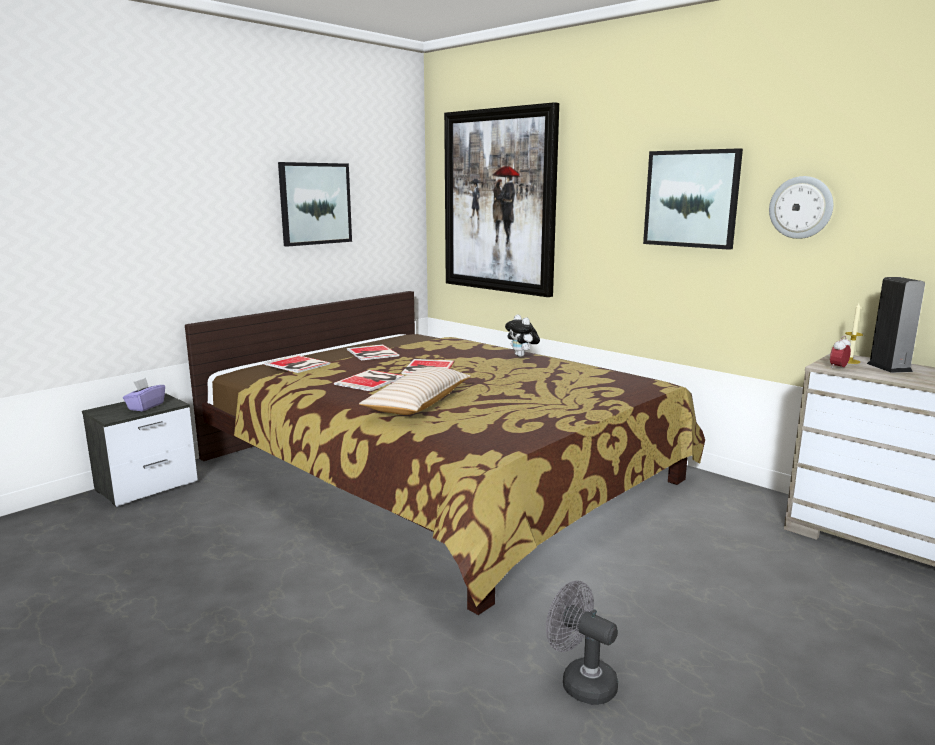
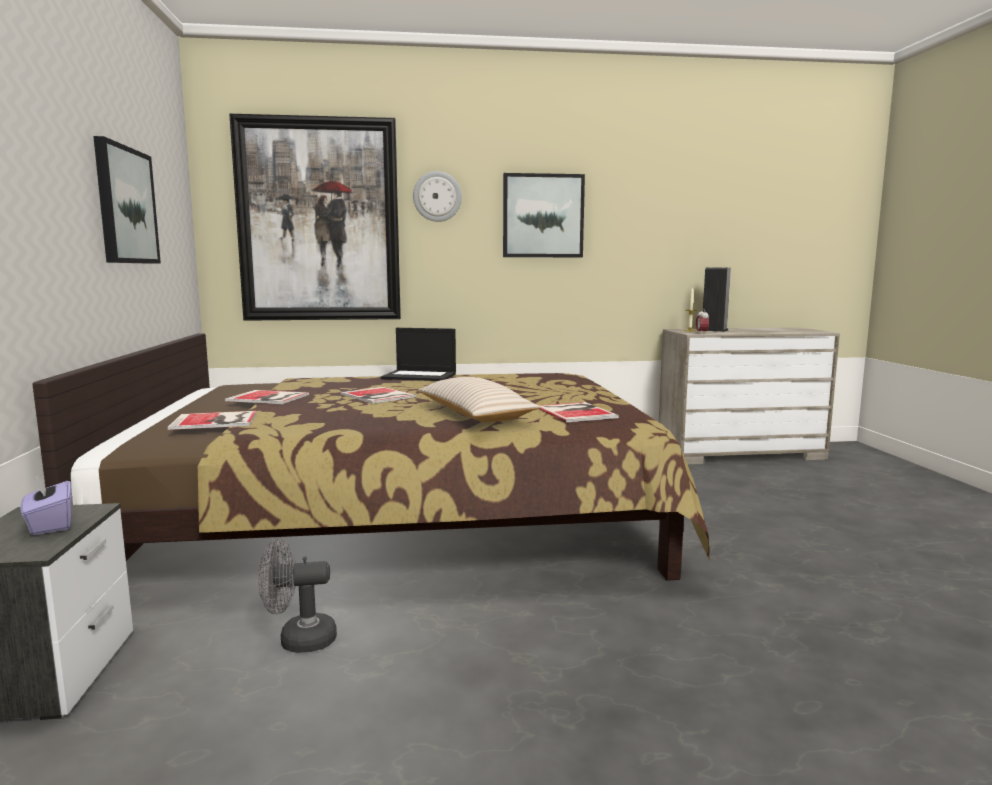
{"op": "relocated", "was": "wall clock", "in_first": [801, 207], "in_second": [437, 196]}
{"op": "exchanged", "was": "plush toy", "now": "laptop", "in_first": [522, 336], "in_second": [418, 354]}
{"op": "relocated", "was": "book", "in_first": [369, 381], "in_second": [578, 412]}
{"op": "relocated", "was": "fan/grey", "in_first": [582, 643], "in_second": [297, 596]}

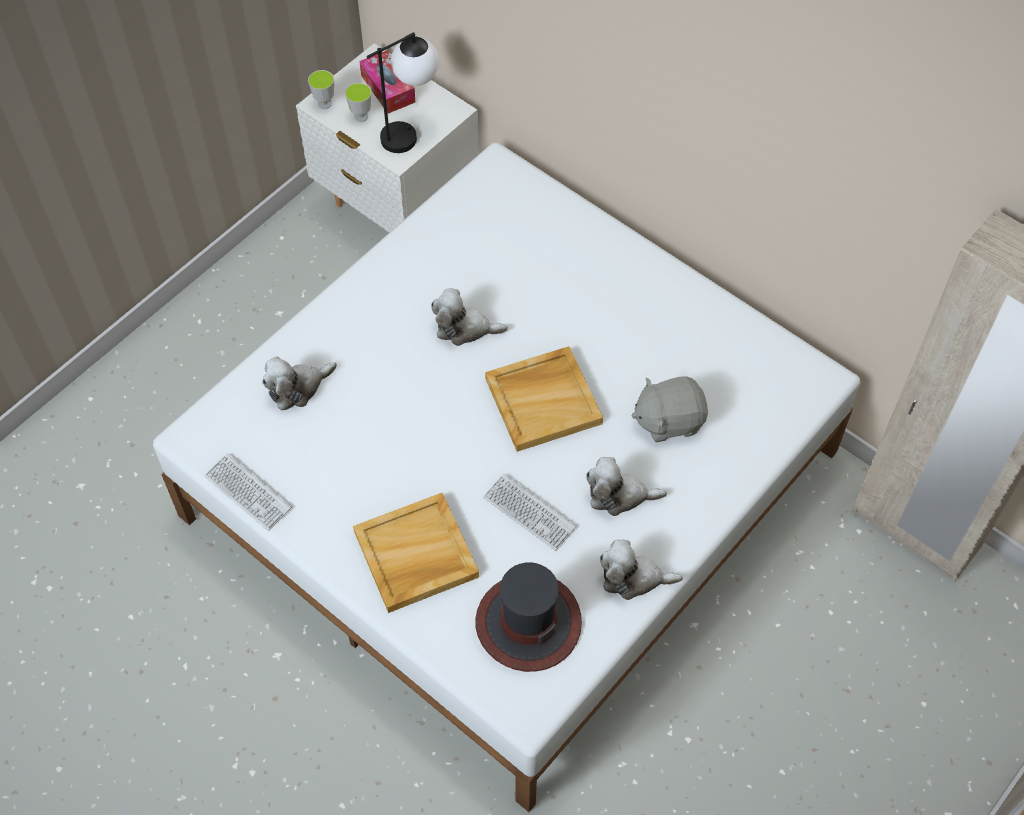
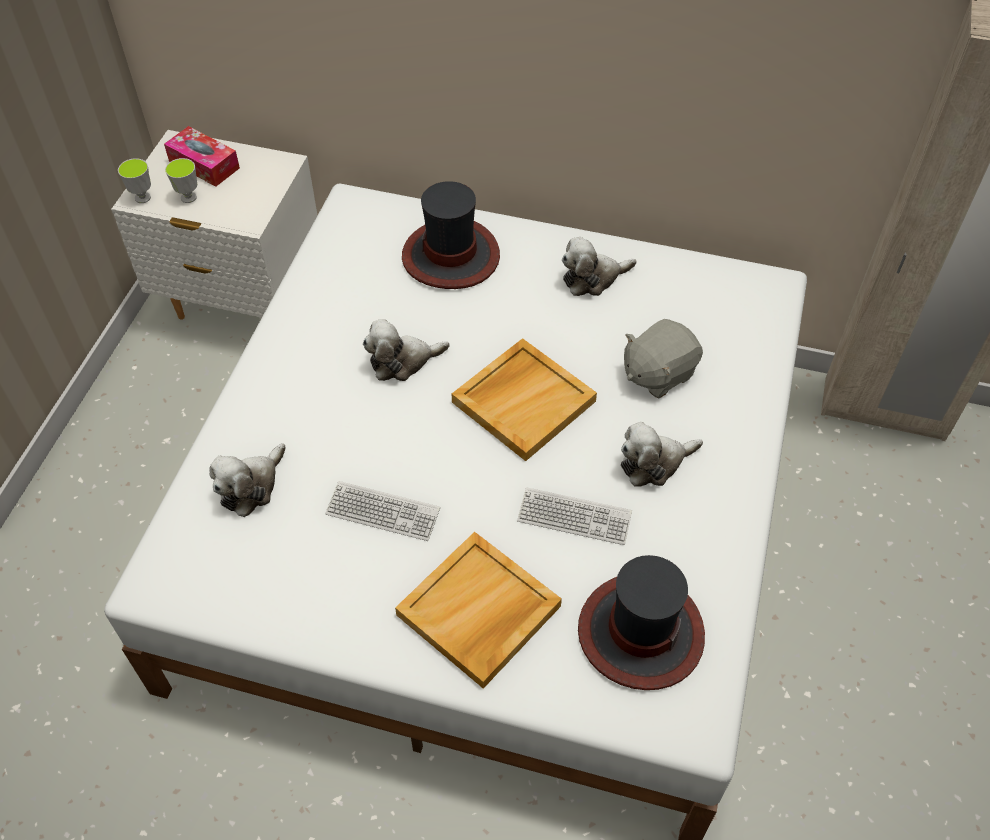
{"op": "missing", "was": "table lamp", "in_first": [403, 92]}
{"op": "relocated", "was": "keyboard", "in_first": [248, 492], "in_second": [382, 511]}
{"op": "relocated", "was": "plush toy", "in_first": [641, 570], "in_second": [599, 266]}
{"op": "appeared", "now": "hat", "in_second": [451, 235]}

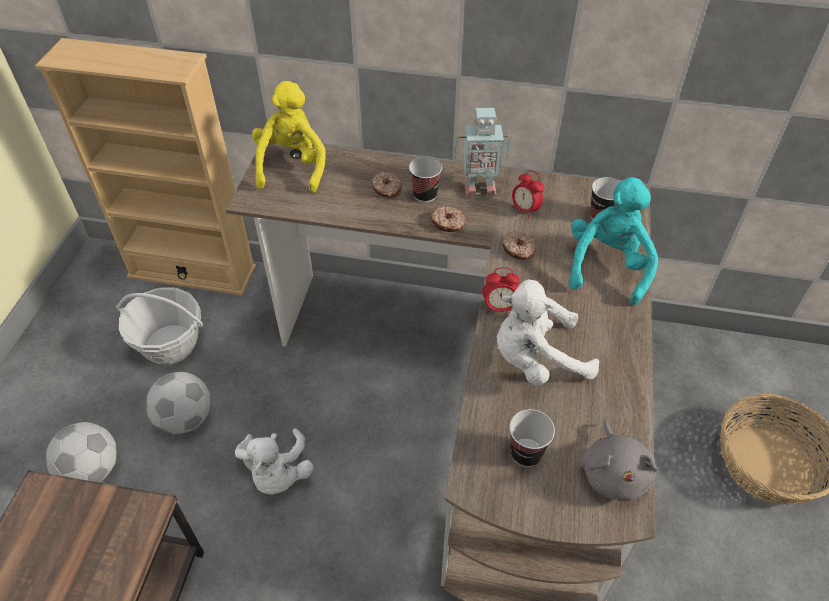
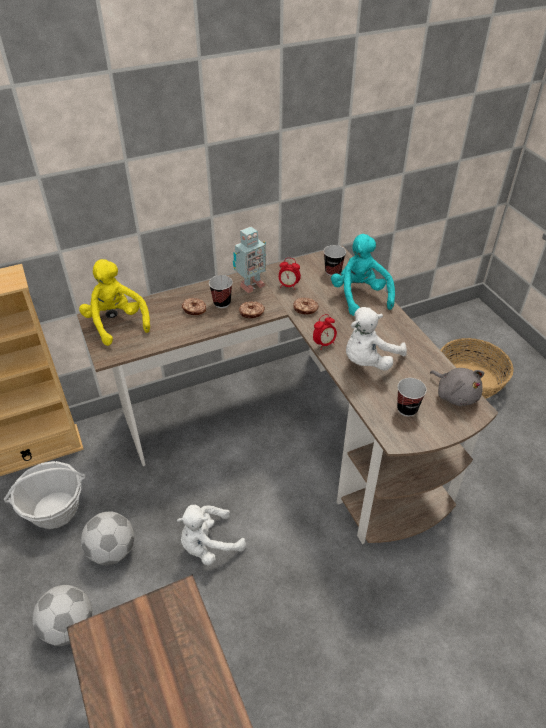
{"op": "spun", "was": "plush toy/white", "in_first": [274, 461], "in_second": [211, 535], "clockwise": 105}

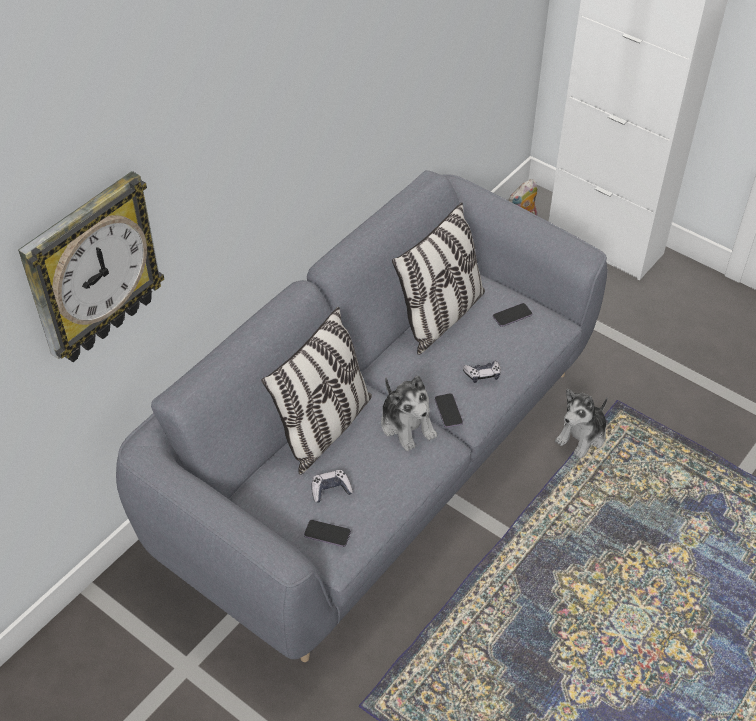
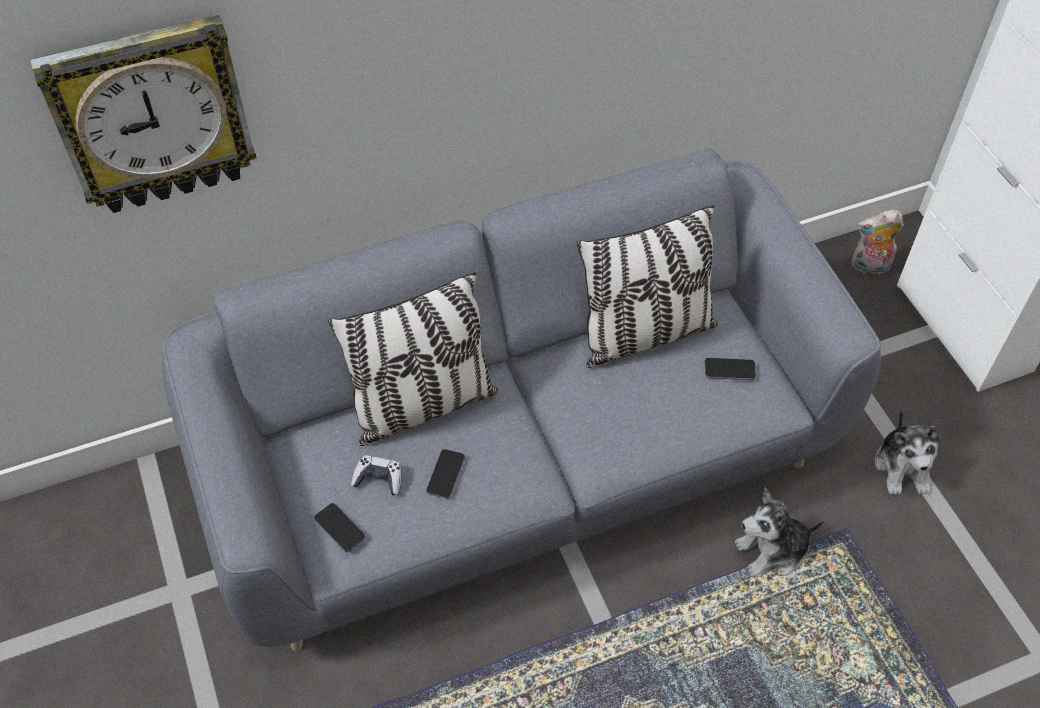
{"op": "missing", "was": "game controller", "in_first": [482, 372]}
{"op": "relocated", "was": "plush toy", "in_first": [409, 413], "in_second": [906, 452]}
{"op": "relocated", "was": "phone", "in_first": [449, 410], "in_second": [445, 474]}

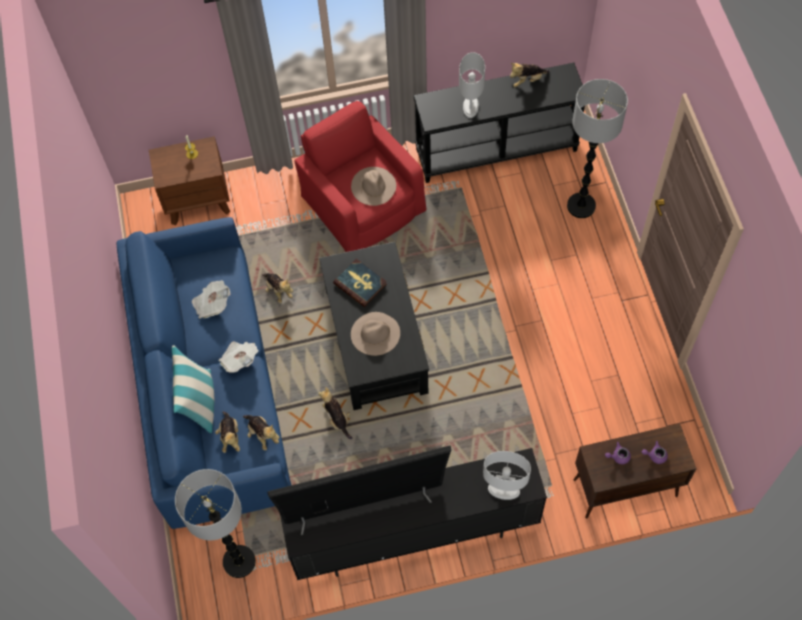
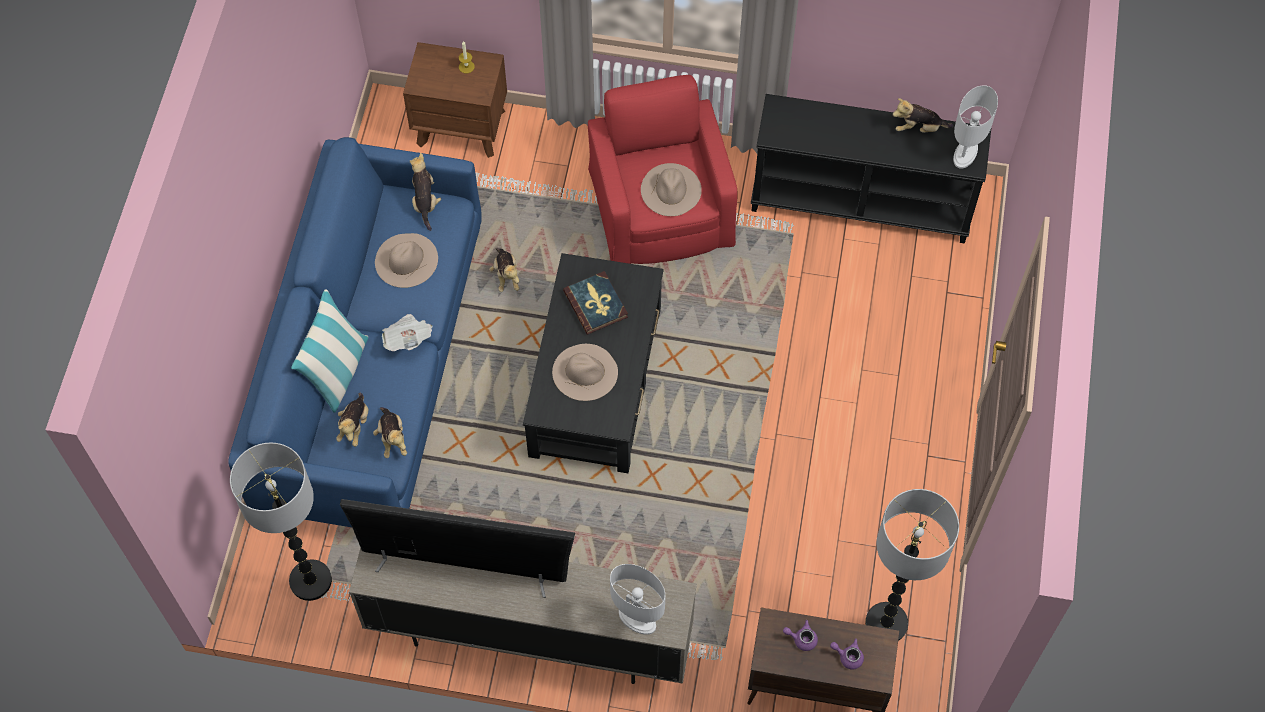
{"op": "relocated", "was": "table lamp/white", "in_first": [472, 85], "in_second": [975, 127]}
{"op": "relocated", "was": "floor lamp", "in_first": [597, 148], "in_second": [912, 565]}
{"op": "exchanged", "was": "newspaper", "now": "hat/beige", "in_first": [211, 299], "in_second": [406, 260]}
{"op": "relocated", "was": "plush toy", "in_first": [335, 413], "in_second": [425, 192]}
{"op": "colour", "was": "tv stand/black", "now": "tv stand/beige", "in_first": [413, 514], "in_second": [523, 616]}

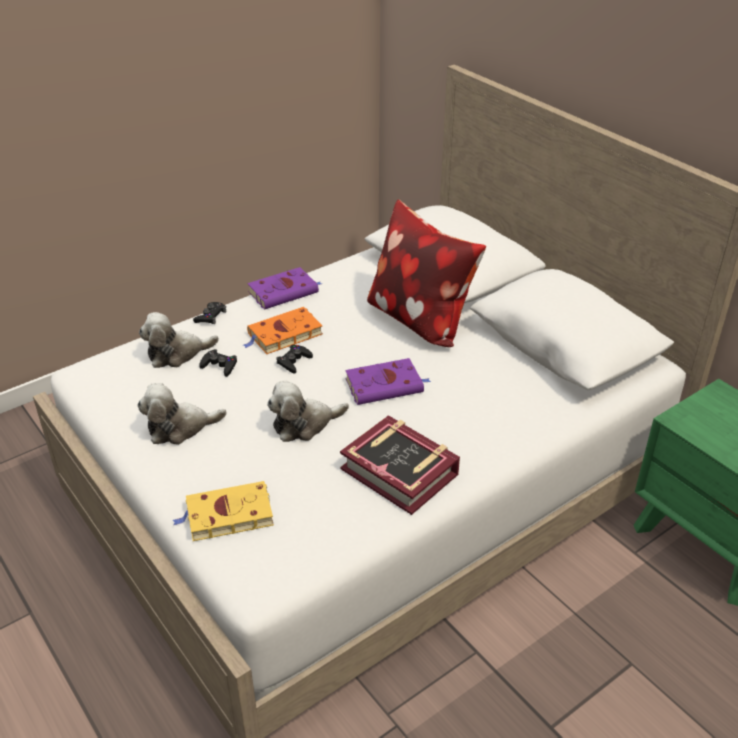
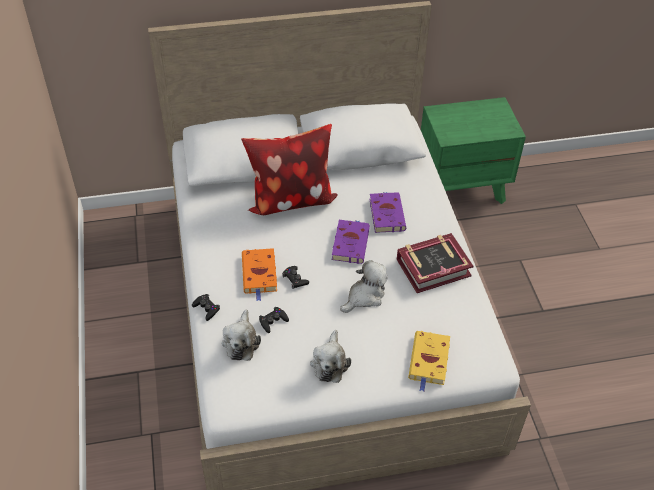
{"op": "relocated", "was": "book/purple", "in_first": [284, 288], "in_second": [387, 212]}
{"op": "spun", "was": "plush toy", "in_first": [308, 411], "in_second": [364, 286], "clockwise": -135}

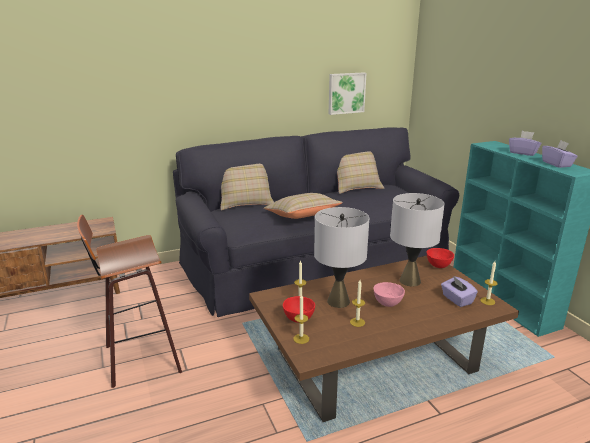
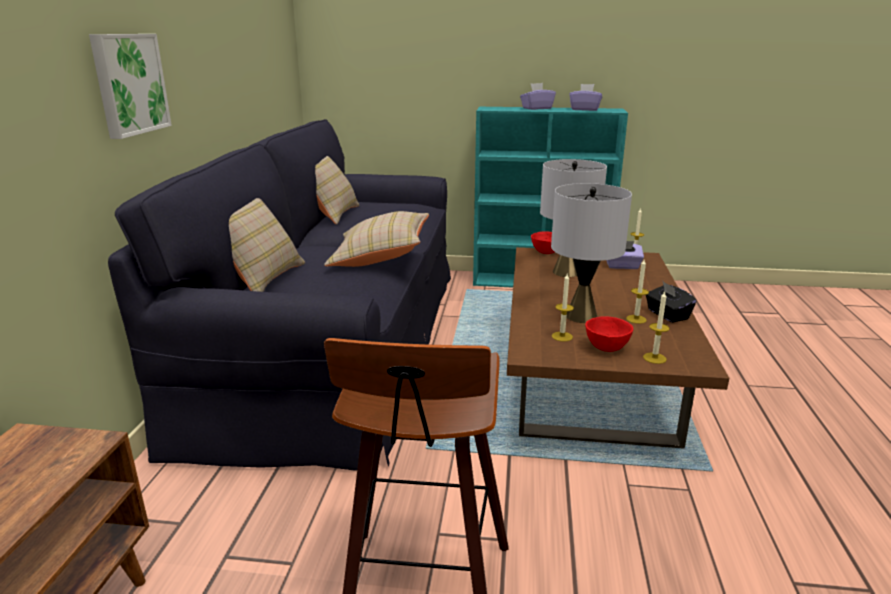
{"op": "relocated", "was": "picture", "in_first": [348, 93], "in_second": [130, 86]}
{"op": "missing", "was": "bowl/pink", "in_first": [389, 294]}
{"op": "appeared", "now": "tissue box/black", "in_second": [671, 302]}

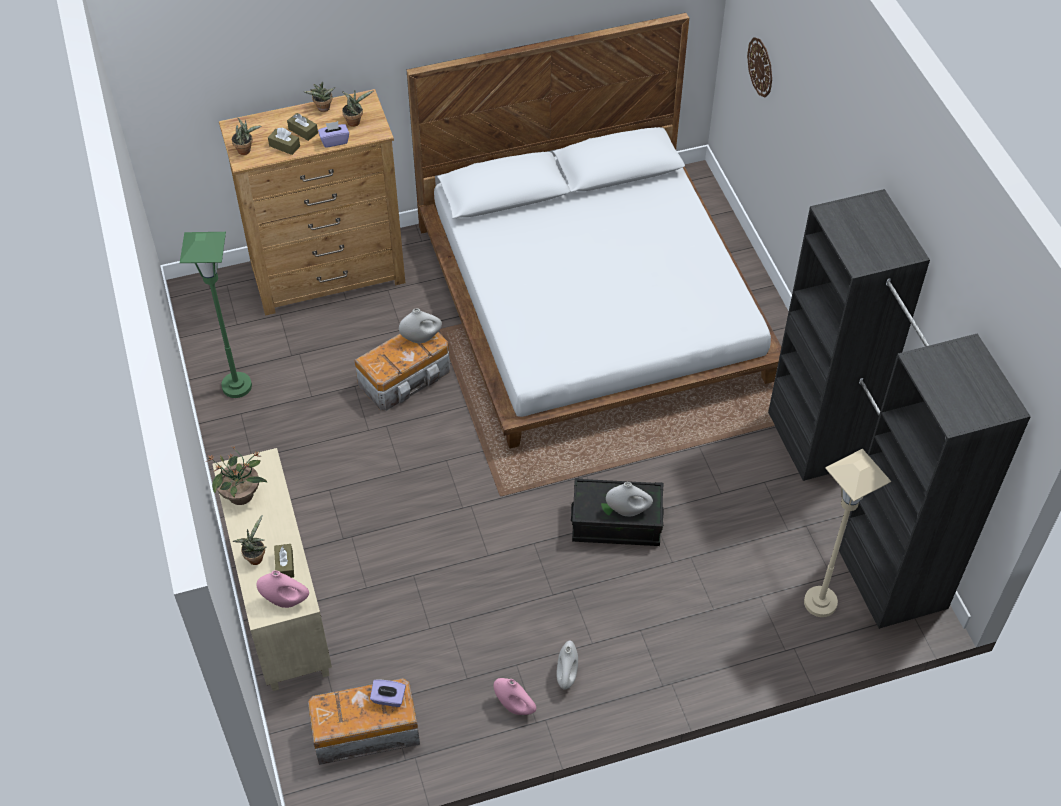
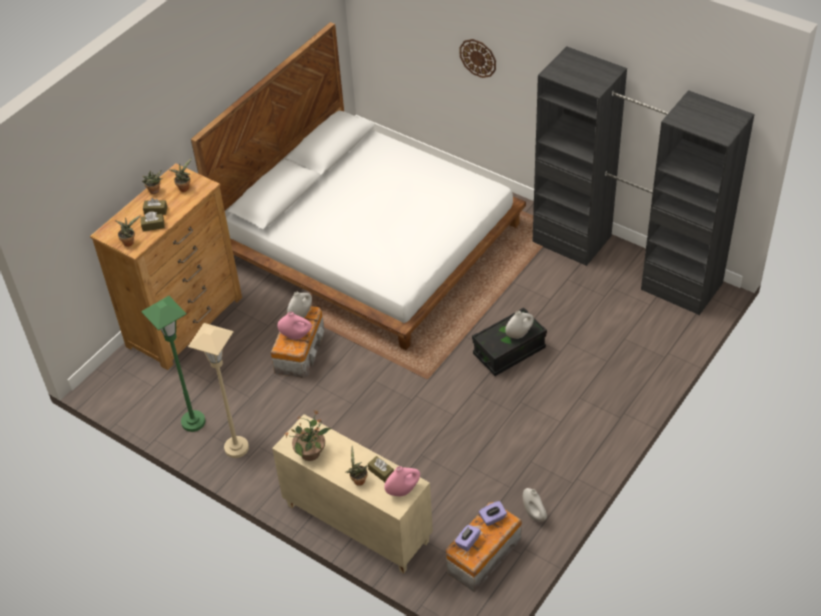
{"op": "relocated", "was": "wall clock", "in_first": [759, 67], "in_second": [477, 58]}
{"op": "relocated", "was": "tissue box/purple", "in_first": [333, 134], "in_second": [468, 538]}
{"op": "relocated", "was": "floor lamp/beige", "in_first": [847, 533], "in_second": [218, 390]}
{"op": "relocated", "was": "vase/white", "in_first": [567, 665], "in_second": [535, 504]}
{"op": "relocated", "was": "vase/pink", "in_first": [515, 696], "in_second": [295, 326]}

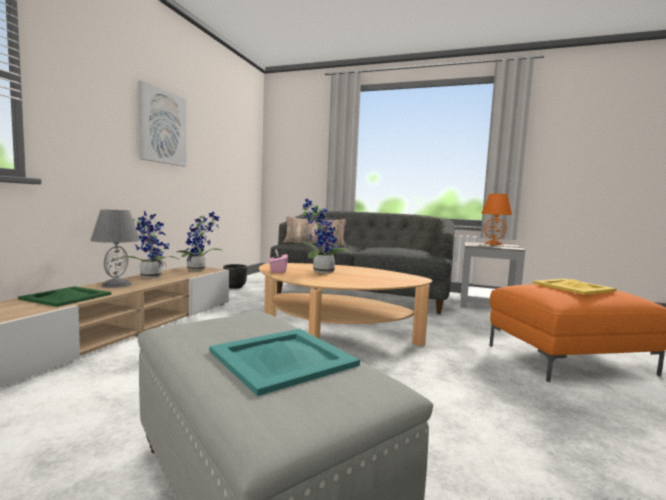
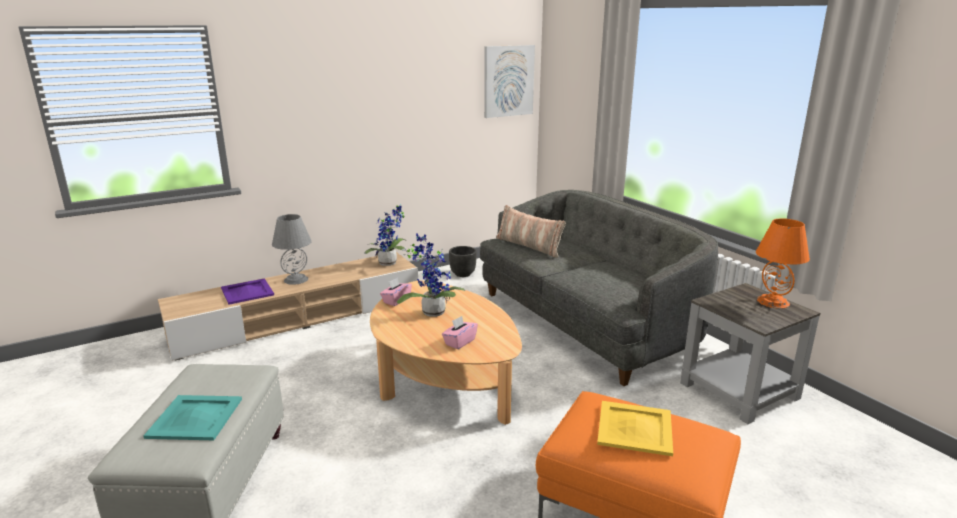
{"op": "relocated", "was": "picture", "in_first": [162, 123], "in_second": [509, 81]}
{"op": "missing", "was": "potted plant", "in_first": [147, 244]}
{"op": "colour", "was": "tray/green", "now": "tray/purple", "in_first": [64, 296], "in_second": [247, 291]}
{"op": "appeared", "now": "tissue box/pink", "in_second": [460, 332]}

